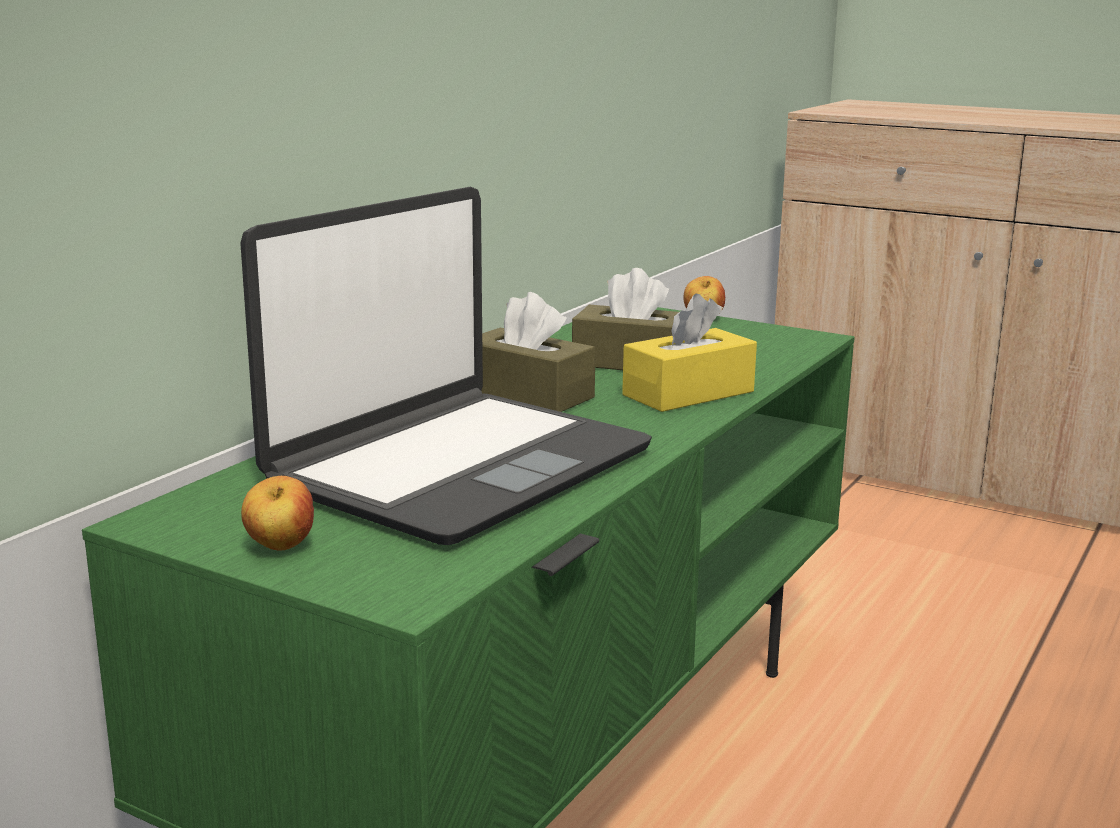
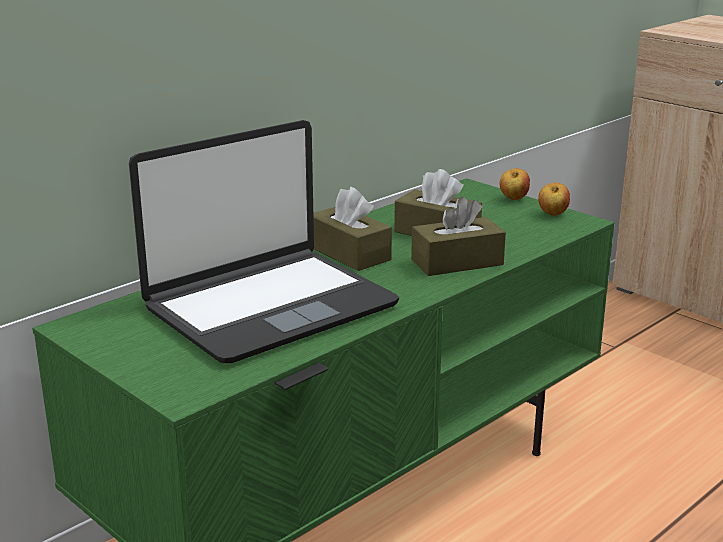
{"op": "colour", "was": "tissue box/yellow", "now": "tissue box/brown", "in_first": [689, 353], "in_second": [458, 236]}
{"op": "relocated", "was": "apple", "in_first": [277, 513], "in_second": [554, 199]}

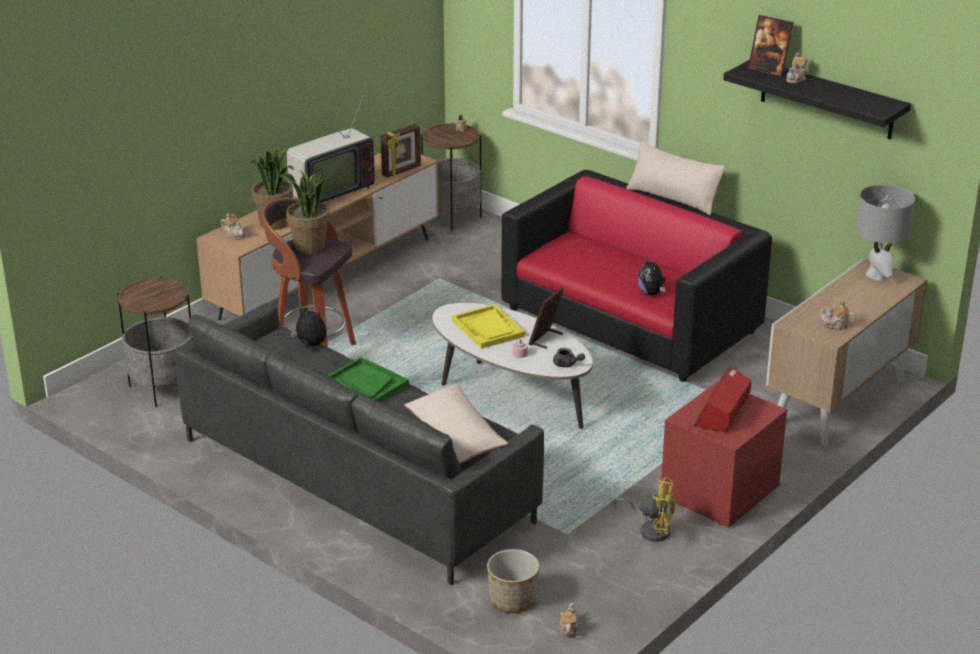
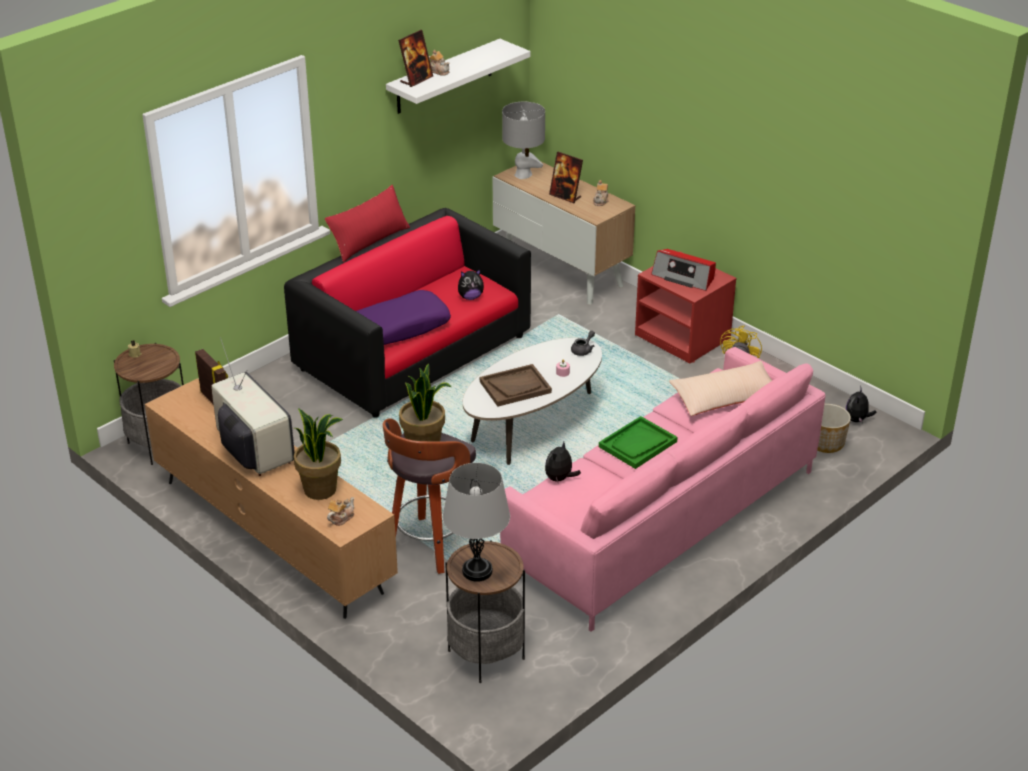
{"op": "colour", "was": "shelf/black", "now": "shelf/white", "in_first": [817, 100], "in_second": [458, 76]}
{"op": "colour", "was": "pillow/beige", "now": "pillow/red", "in_first": [676, 178], "in_second": [367, 223]}
{"op": "relocated", "was": "picture frame", "in_first": [546, 318], "in_second": [566, 177]}
{"op": "colour", "was": "sofa/grey", "now": "sofa/pink", "in_first": [359, 444], "in_second": [663, 489]}
{"op": "colour", "was": "tray/yellow", "now": "tray/brown", "in_first": [488, 326], "in_second": [516, 385]}
{"op": "exchanged", "was": "teapot", "now": "plush toy", "in_first": [568, 620], "in_second": [861, 406]}
{"op": "appeared", "now": "pillow/purple", "in_second": [403, 317]}
{"op": "appeared", "now": "table lamp/grey", "in_second": [476, 522]}

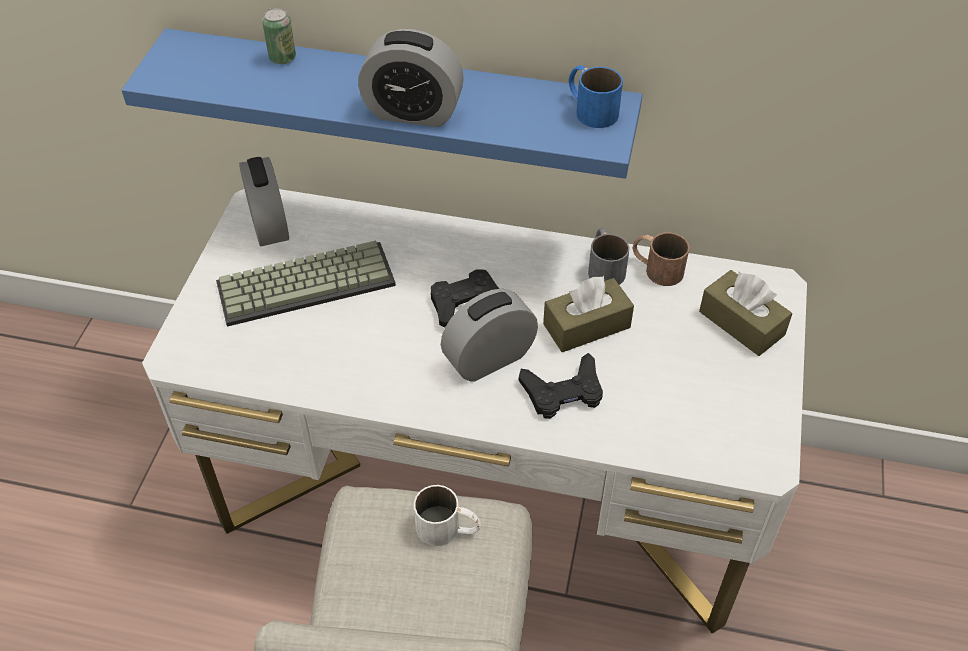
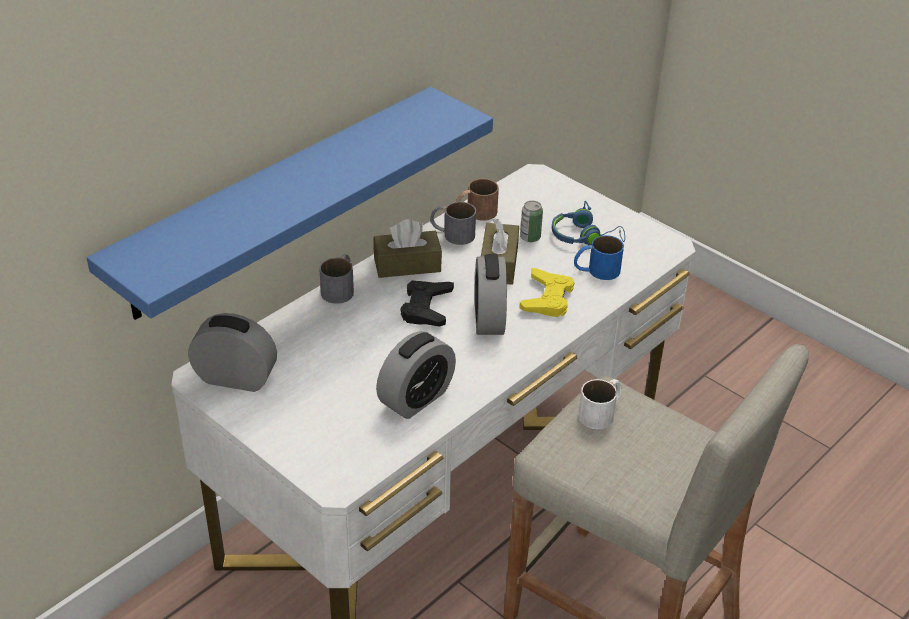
{"op": "relocated", "was": "can", "in_first": [279, 36], "in_second": [531, 221]}
{"op": "relocated", "was": "alarm clock", "in_first": [411, 78], "in_second": [416, 375]}
{"op": "relocated", "was": "mug/blue", "in_first": [596, 96], "in_second": [599, 257]}
{"op": "missing", "was": "keyboard", "in_first": [306, 284]}
{"op": "relocated", "was": "tissue box/brown", "in_first": [745, 313], "in_second": [407, 248]}
{"op": "colour", "was": "game controller/black", "now": "game controller/yellow", "in_first": [561, 386], "in_second": [547, 292]}
{"op": "appeared", "now": "headphones/blue", "in_second": [588, 223]}
{"op": "appeared", "now": "mug/grey", "in_second": [336, 279]}

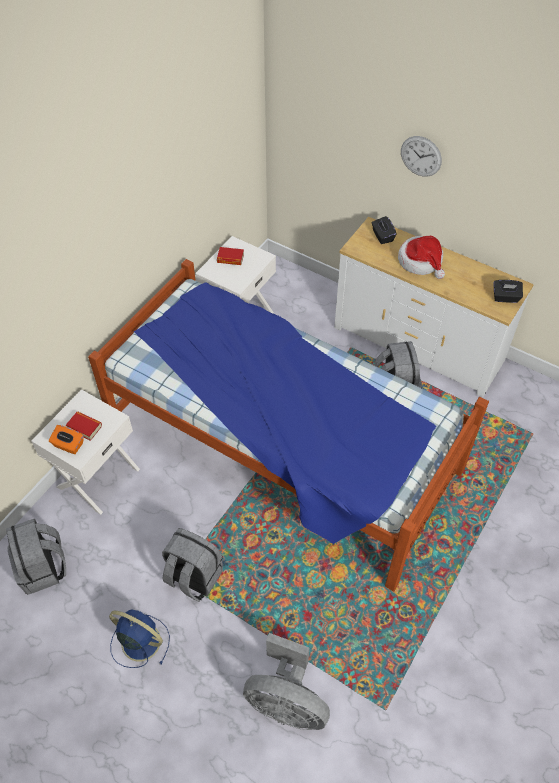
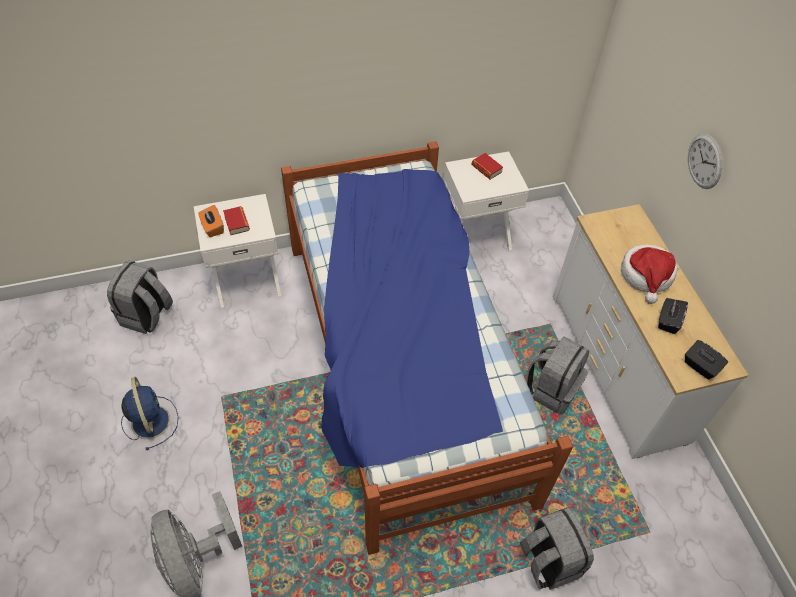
{"op": "relocated", "was": "tissue box/black", "in_first": [384, 230], "in_second": [673, 316]}
{"op": "relocated", "was": "backpack/grey", "in_first": [192, 565], "in_second": [557, 549]}

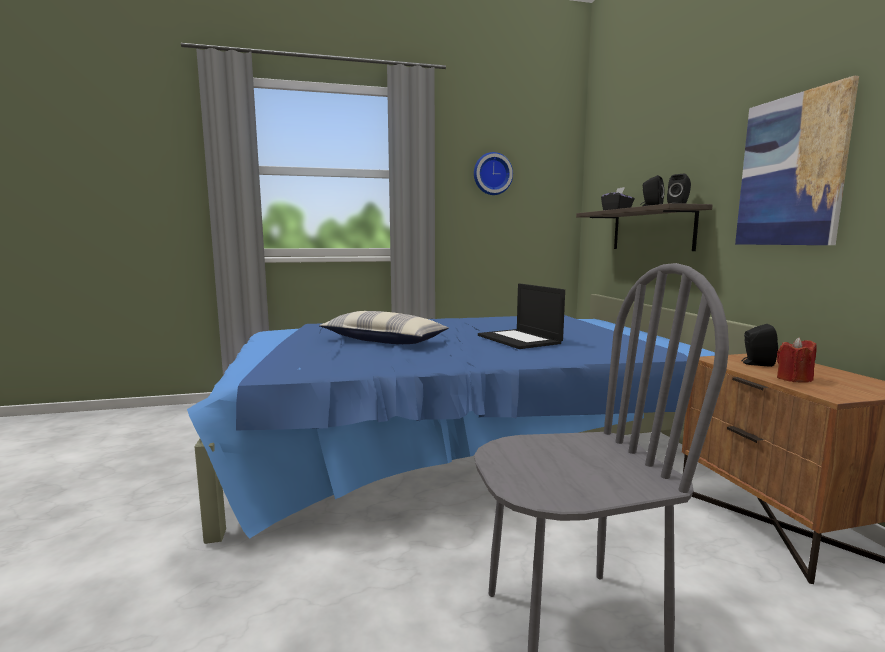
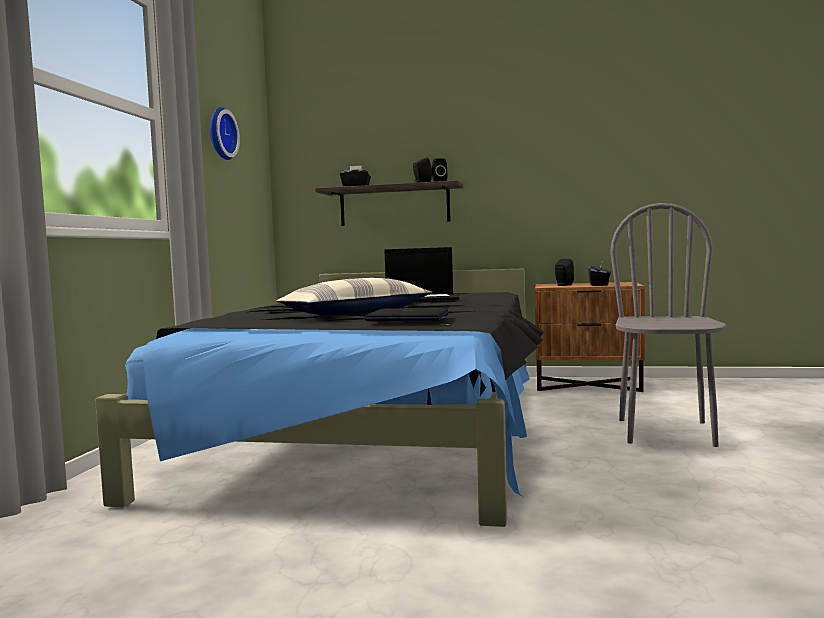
{"op": "missing", "was": "picture", "in_first": [797, 160]}
{"op": "colour", "was": "bed/blue", "now": "bed/black", "in_first": [472, 419], "in_second": [320, 397]}
{"op": "exchanged", "was": "candle/red", "now": "tissue box/black", "in_first": [797, 360], "in_second": [599, 273]}
{"op": "appeared", "now": "laptop", "in_second": [406, 314]}

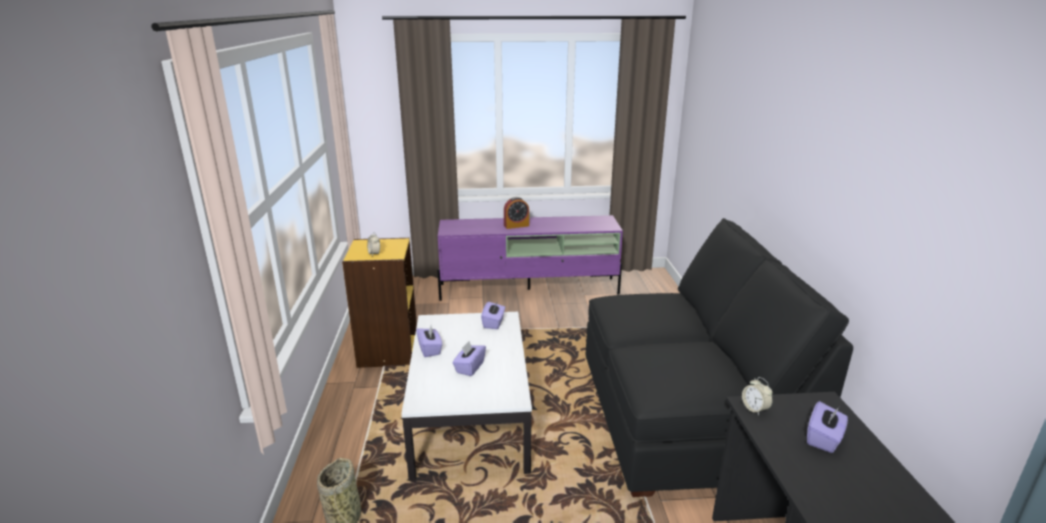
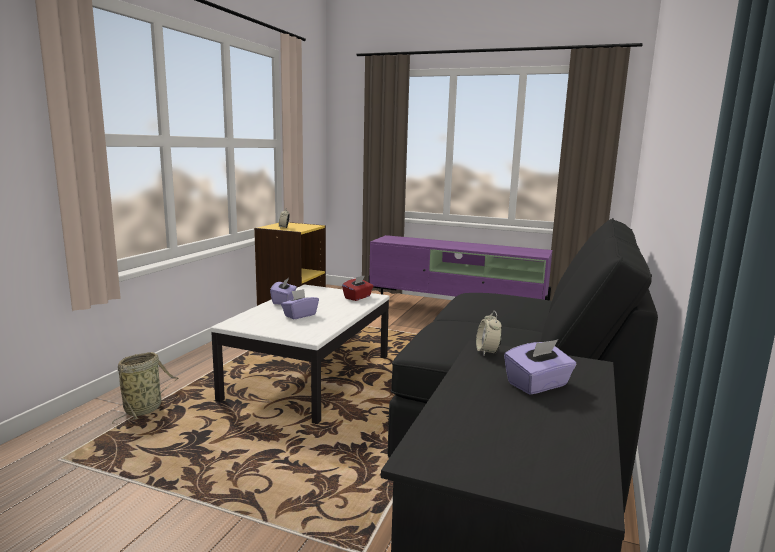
{"op": "missing", "was": "alarm clock", "in_first": [516, 213]}
{"op": "colour", "was": "tissue box/purple", "now": "tissue box/red", "in_first": [493, 315], "in_second": [357, 288]}

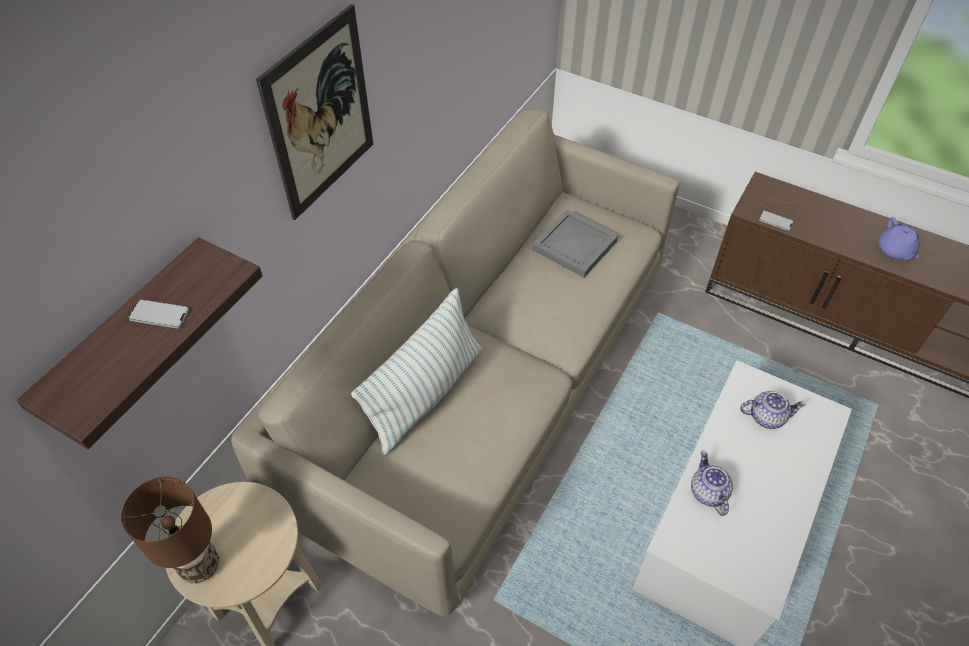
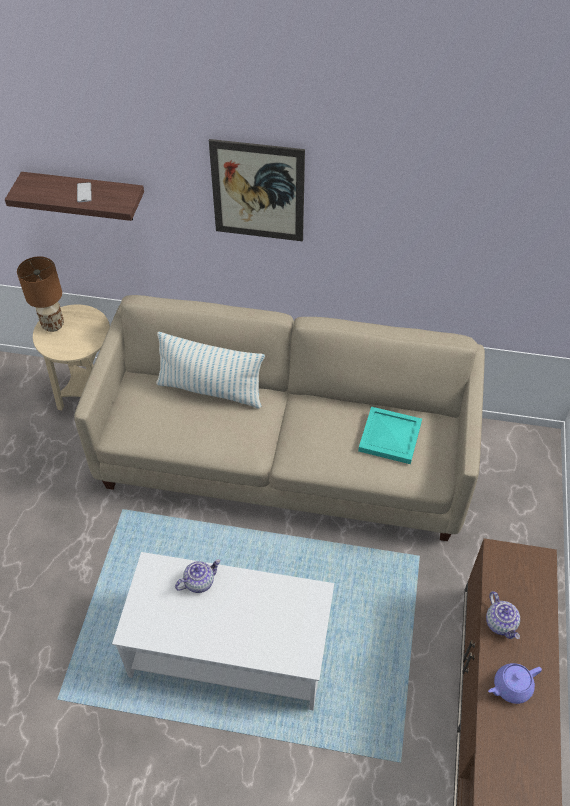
{"op": "colour", "was": "tray/grey", "now": "tray/turquoise", "in_first": [575, 244], "in_second": [390, 435]}
{"op": "missing", "was": "phone", "in_first": [776, 220]}
{"op": "relocated", "was": "teapot", "in_first": [773, 410], "in_second": [503, 615]}

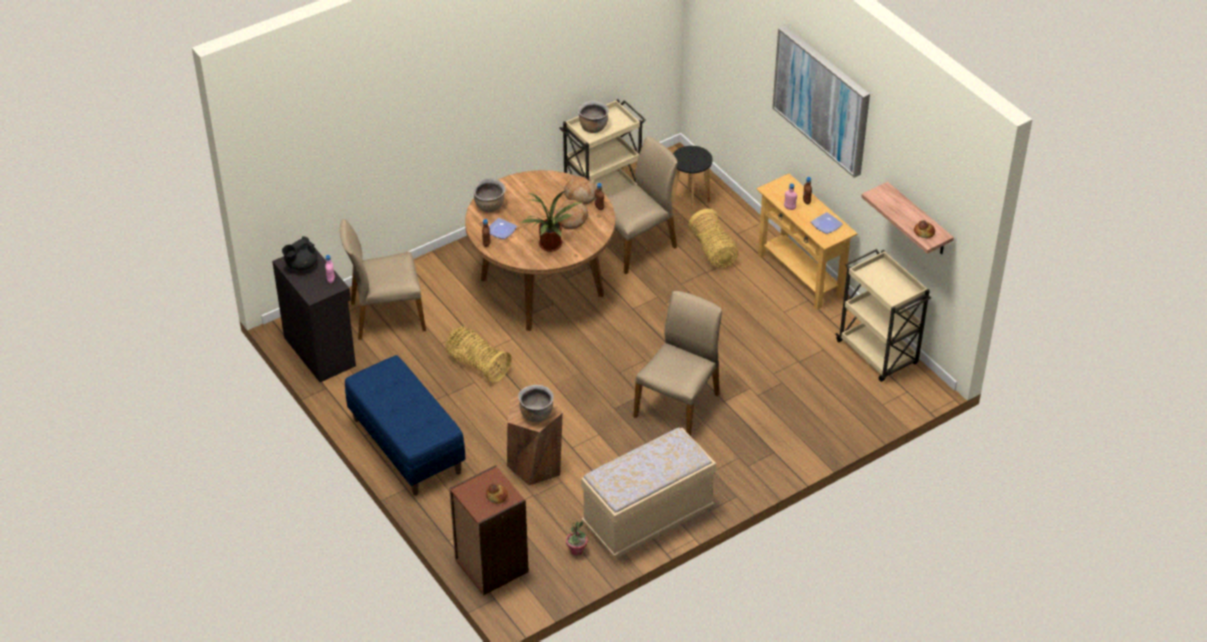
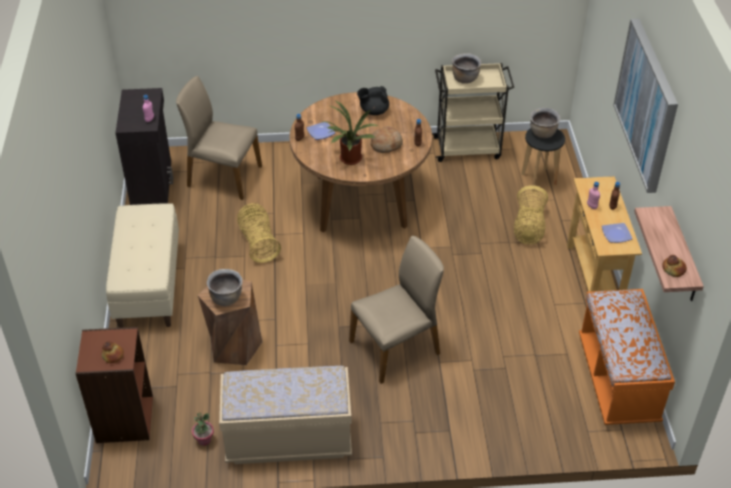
{"op": "missing", "was": "chair/beige", "in_first": [642, 205]}
{"op": "missing", "was": "bread", "in_first": [580, 190]}
{"op": "relocated", "was": "cooking pot/brown", "in_first": [489, 195], "in_second": [545, 123]}
{"op": "relocated", "was": "teapot/black", "in_first": [299, 253], "in_second": [373, 100]}
{"op": "exchanged", "was": "cart/beige", "now": "bench/orange", "in_first": [883, 315], "in_second": [627, 357]}
{"op": "colour", "was": "bench/blue", "now": "bench/beige", "in_first": [405, 425], "in_second": [142, 265]}

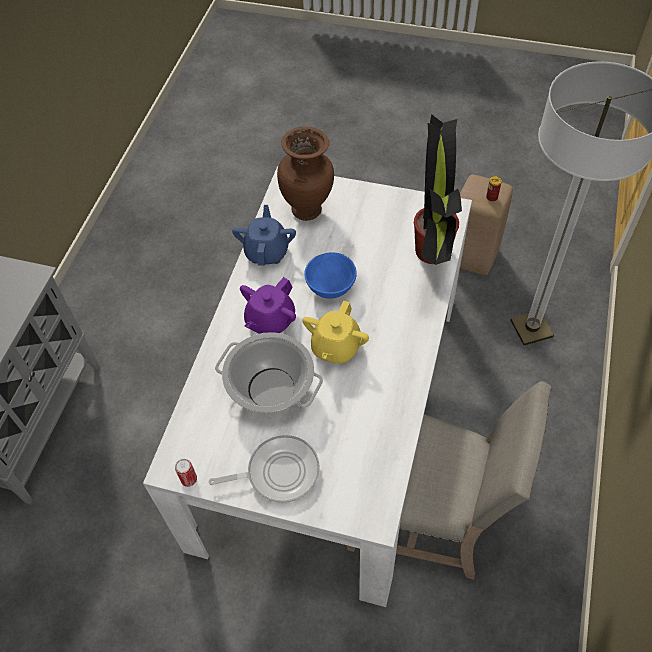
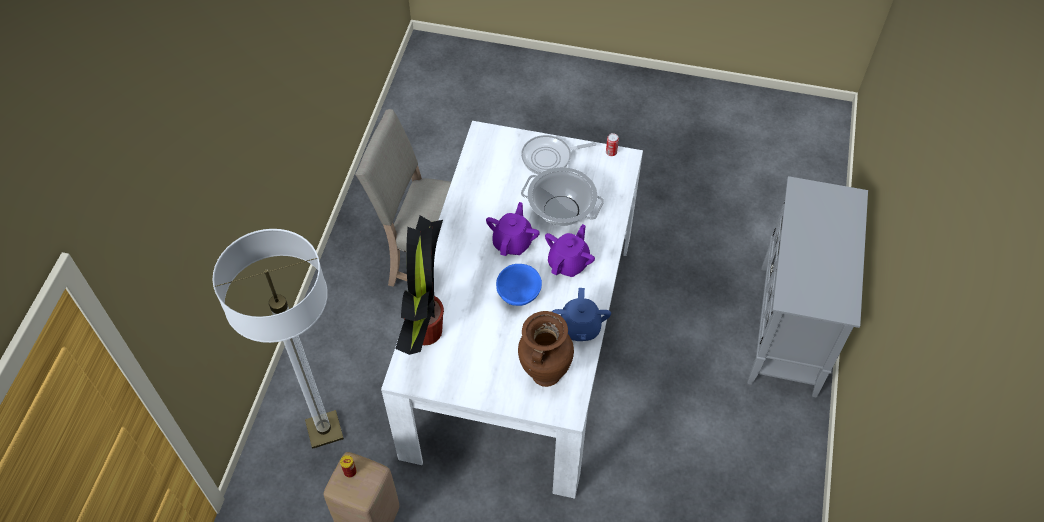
{"op": "colour", "was": "teapot/yellow", "now": "teapot/purple", "in_first": [335, 331], "in_second": [513, 229]}

